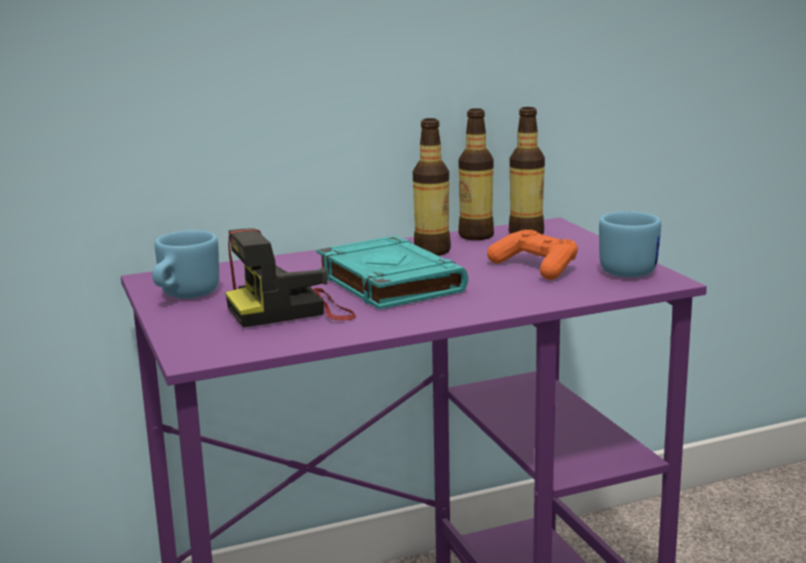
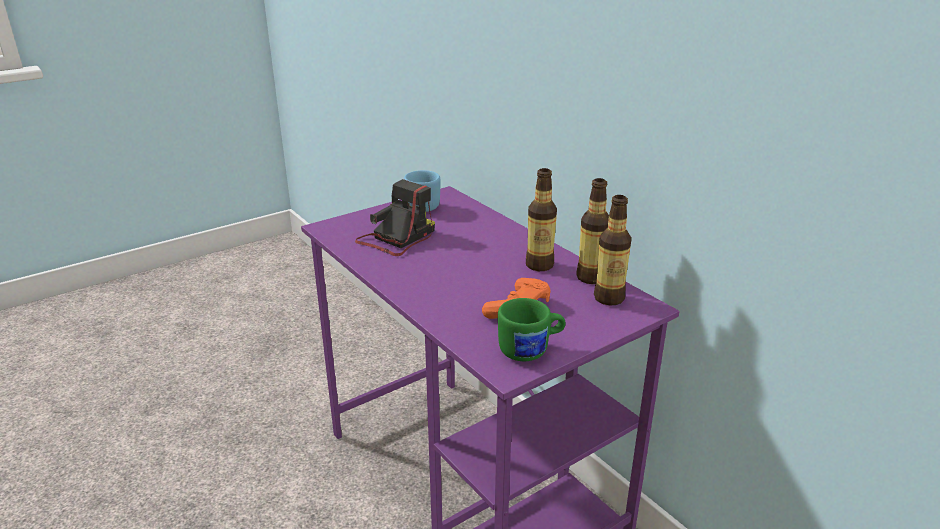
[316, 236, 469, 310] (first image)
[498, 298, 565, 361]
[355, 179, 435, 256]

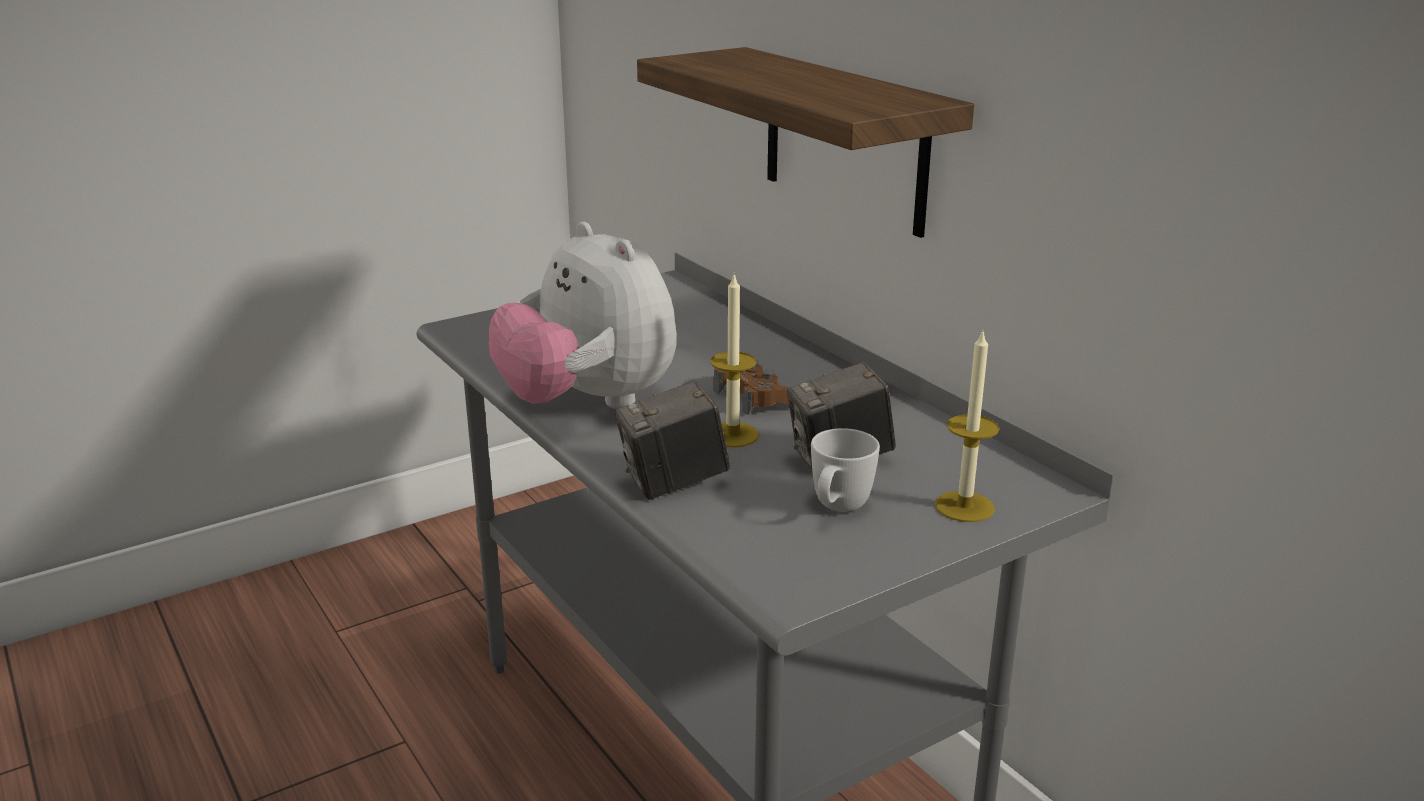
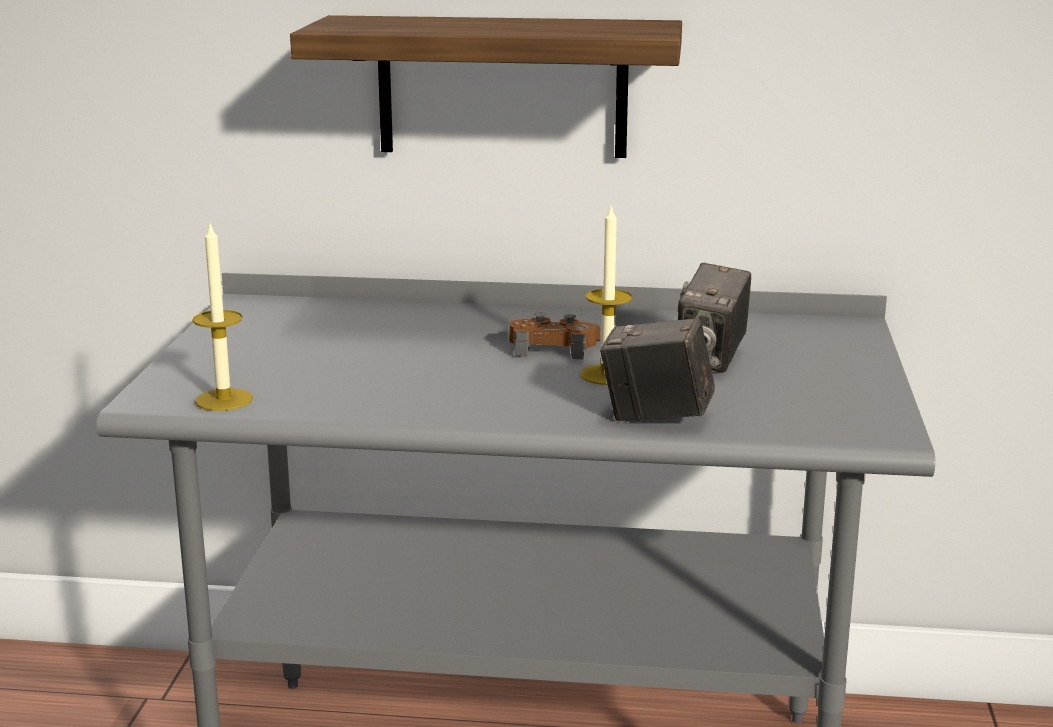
[489, 222, 677, 409] (first image)
[811, 428, 880, 512] (first image)
[193, 224, 253, 411]
[600, 318, 715, 421]

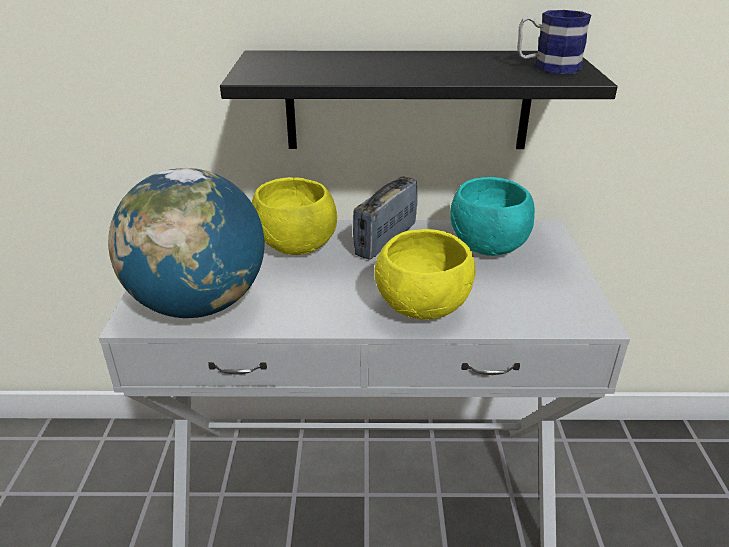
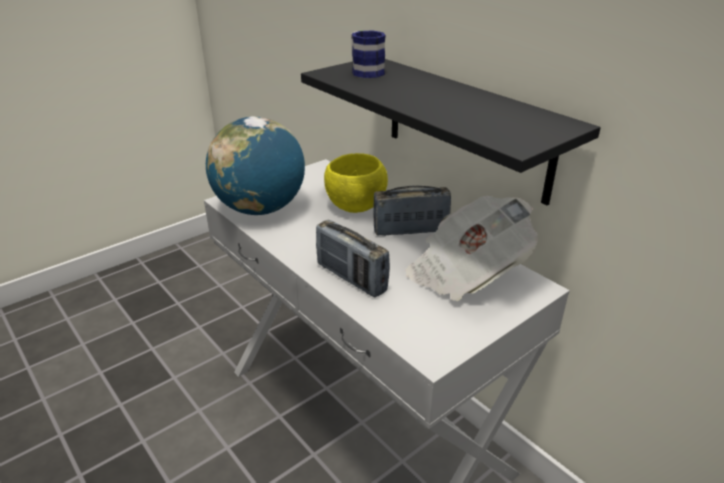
[351, 31, 386, 78]
[316, 220, 390, 297]
[406, 195, 538, 301]

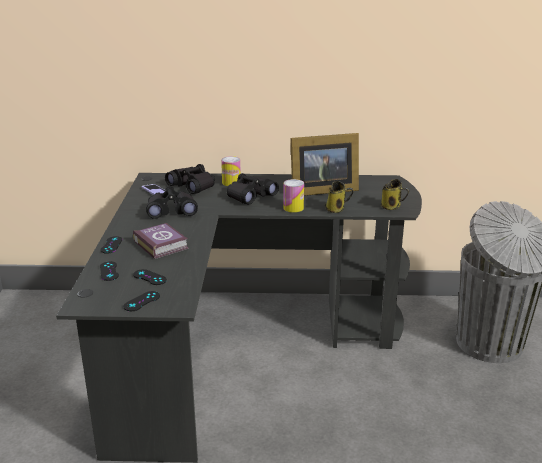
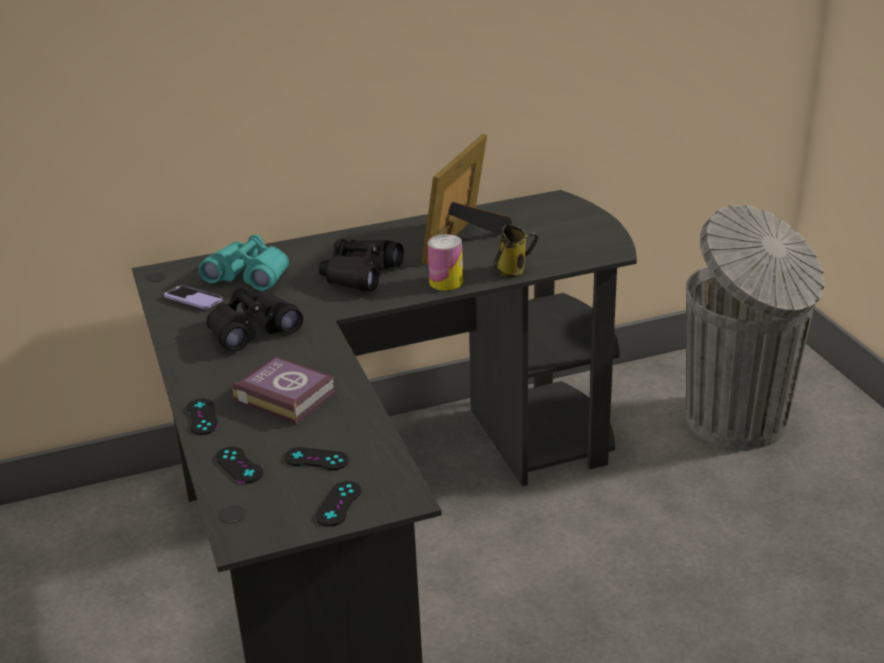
[221, 156, 241, 186] (first image)
[381, 179, 409, 210] (first image)
[199, 235, 289, 291]
[422, 134, 512, 265]

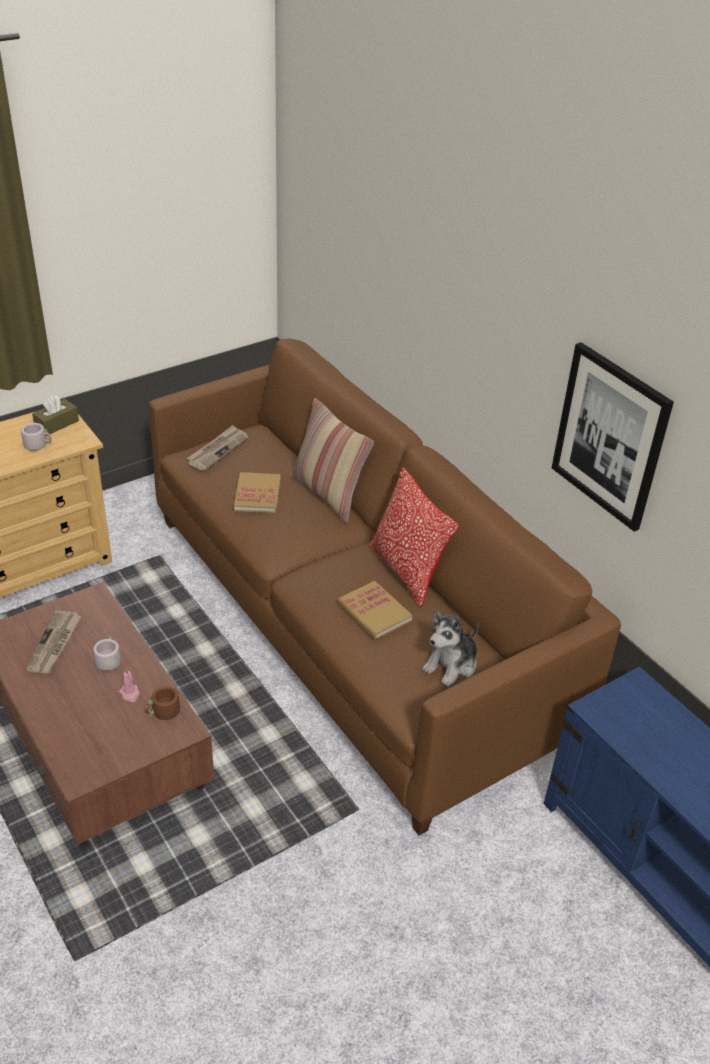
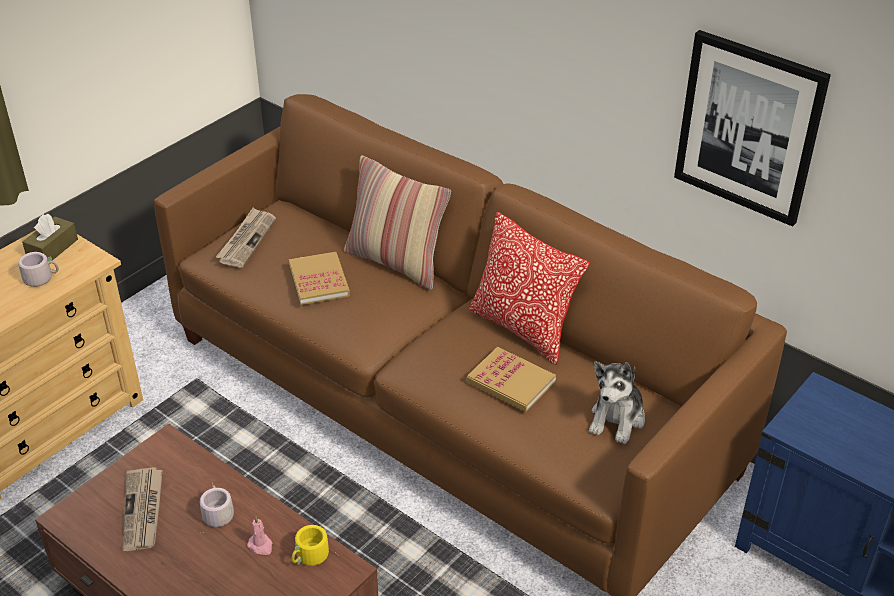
[292, 525, 338, 566]

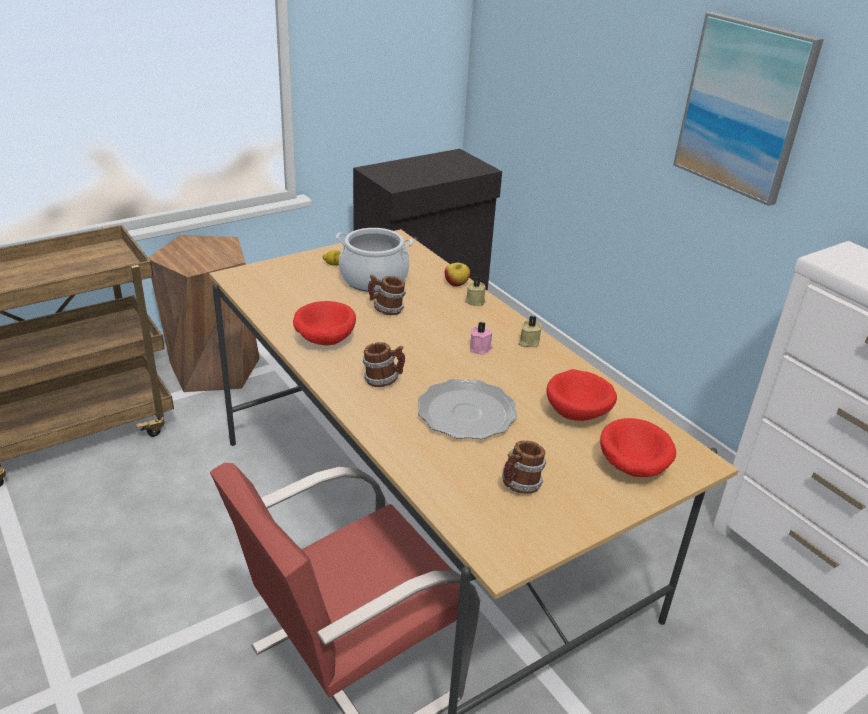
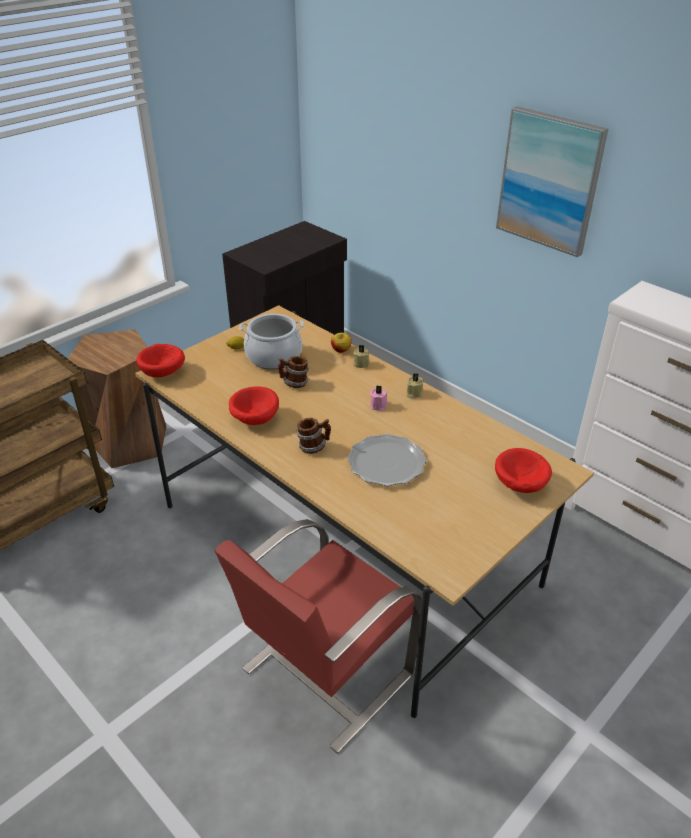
[502, 441, 546, 494] (first image)
[136, 344, 185, 377]

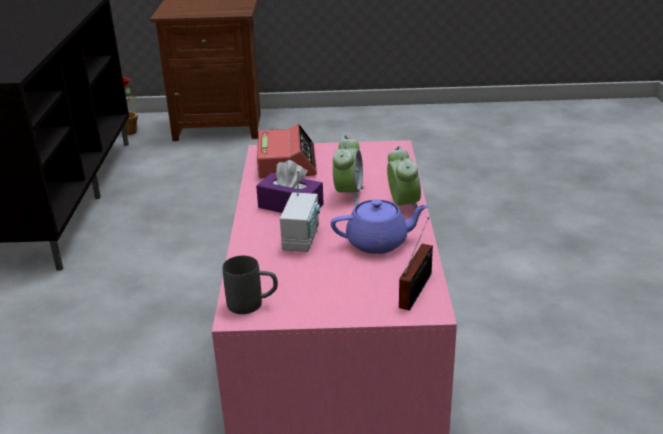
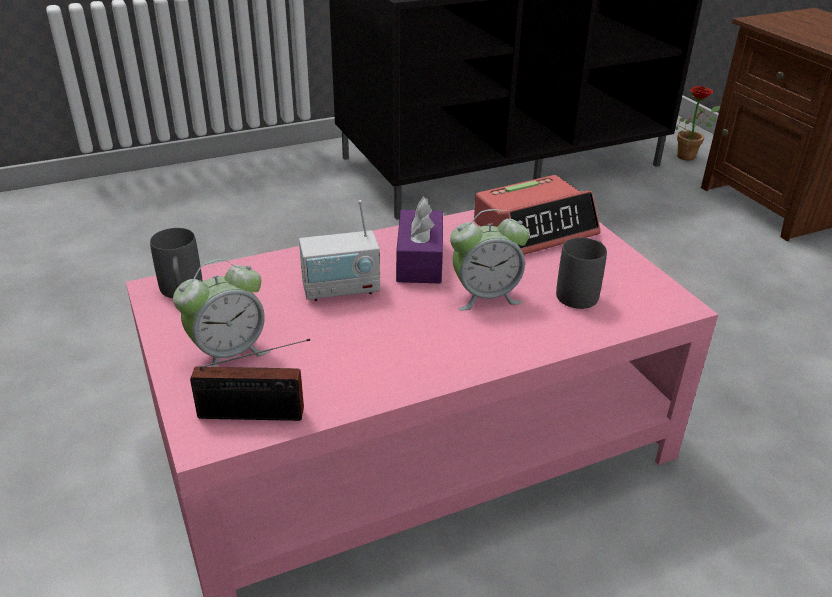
[331, 199, 429, 254] (first image)
[556, 238, 607, 309]
[173, 259, 270, 367]

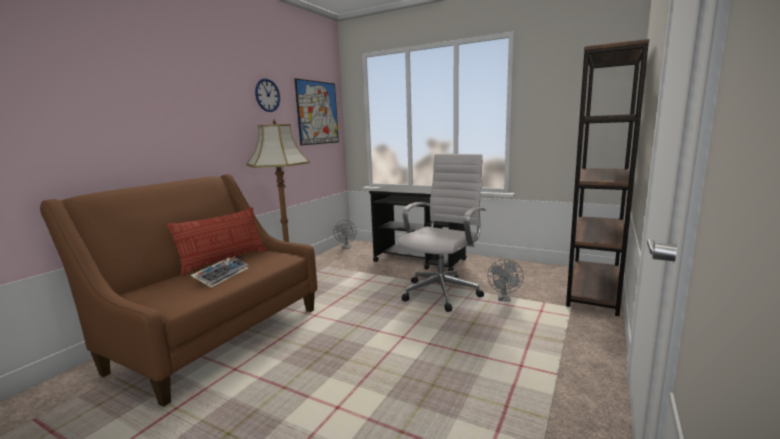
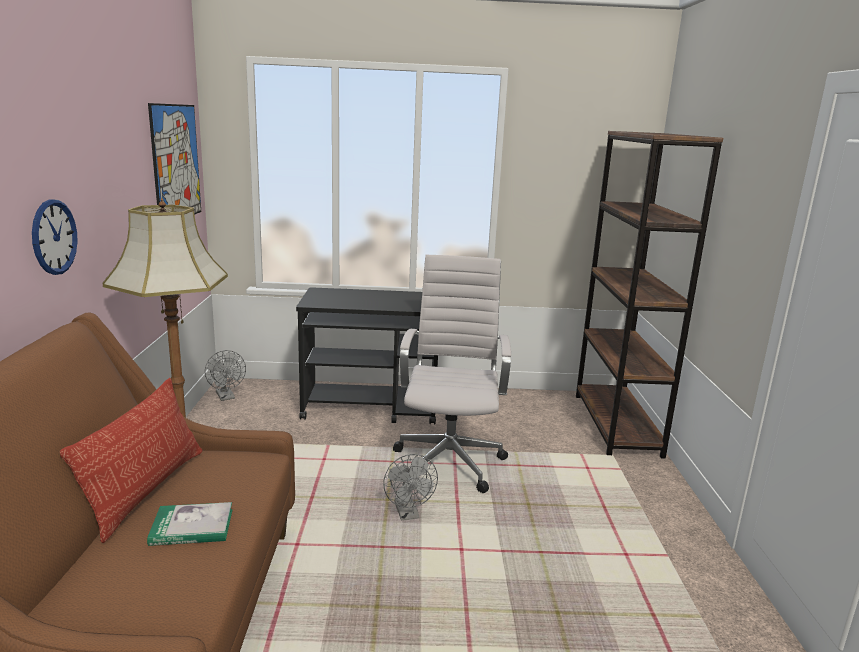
[32, 199, 78, 275]
[383, 454, 438, 520]
[147, 502, 233, 546]

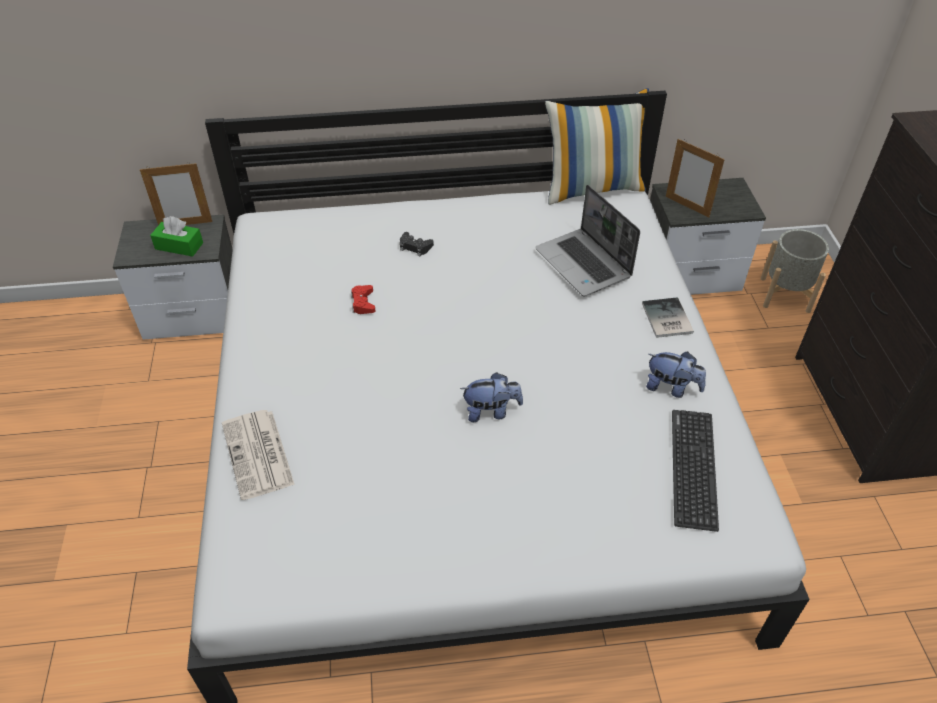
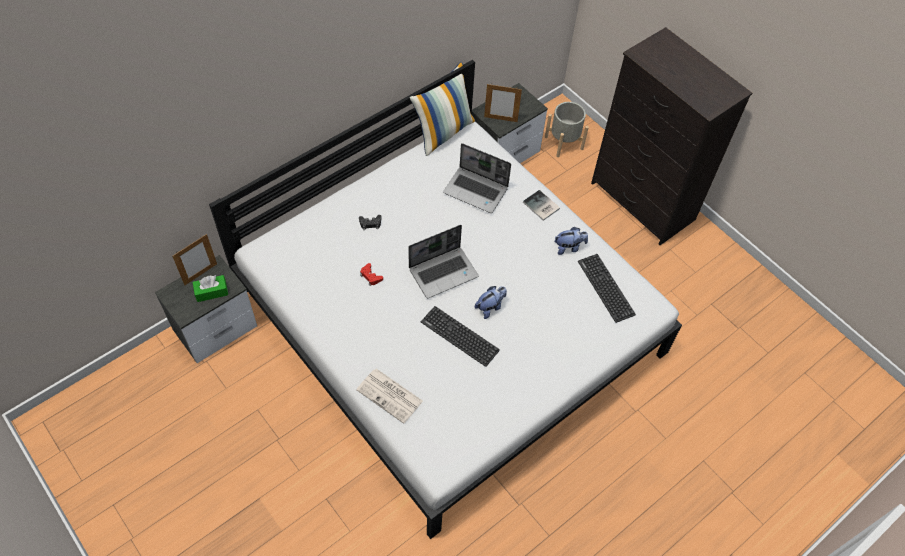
[408, 225, 478, 298]
[421, 306, 500, 367]

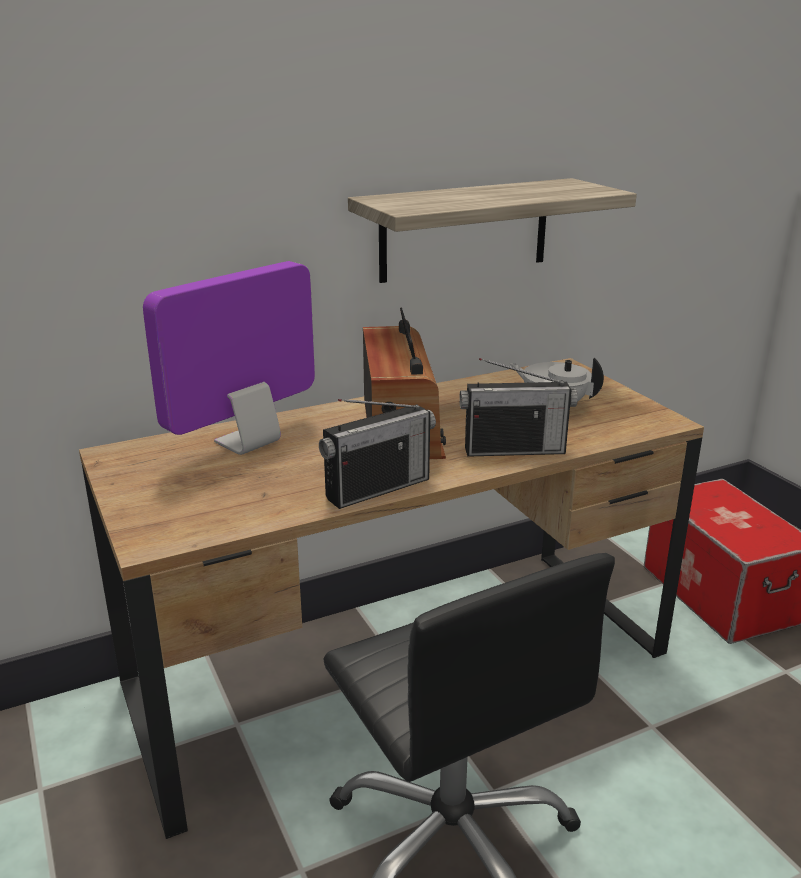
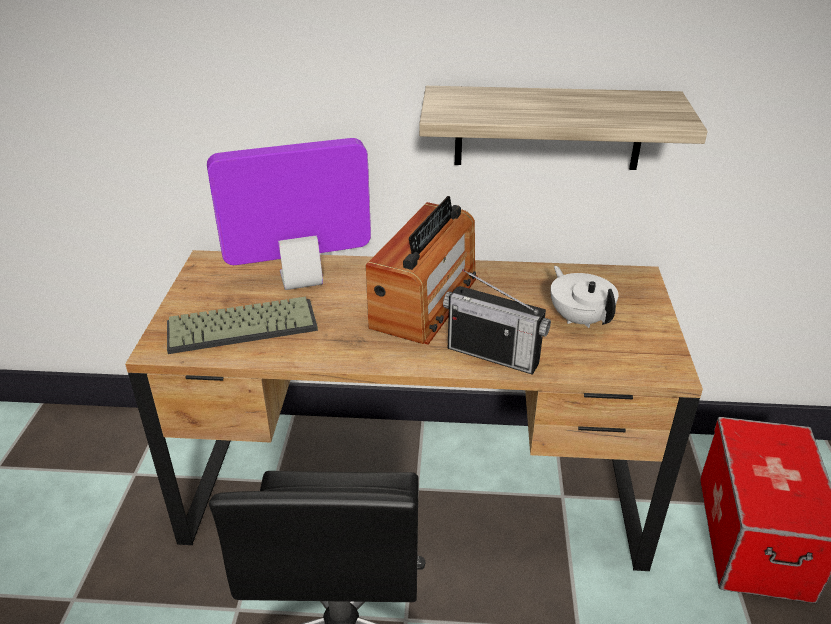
[319, 399, 436, 509] (first image)
[167, 297, 318, 354]

